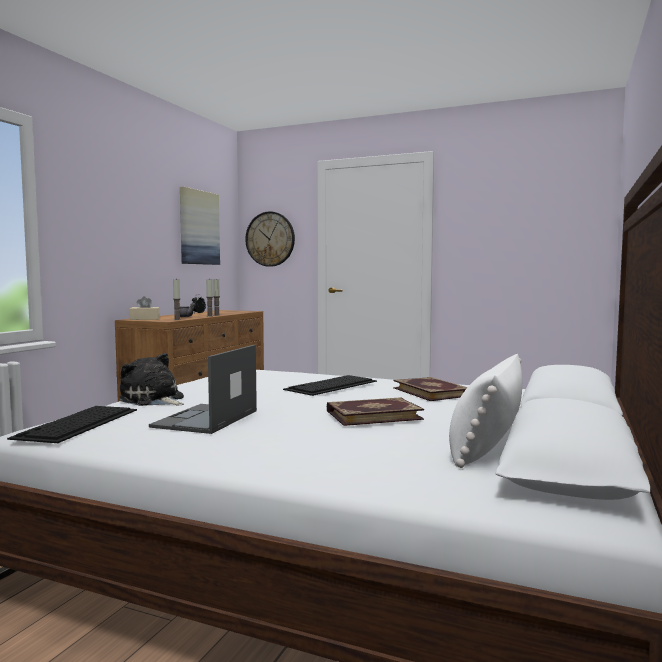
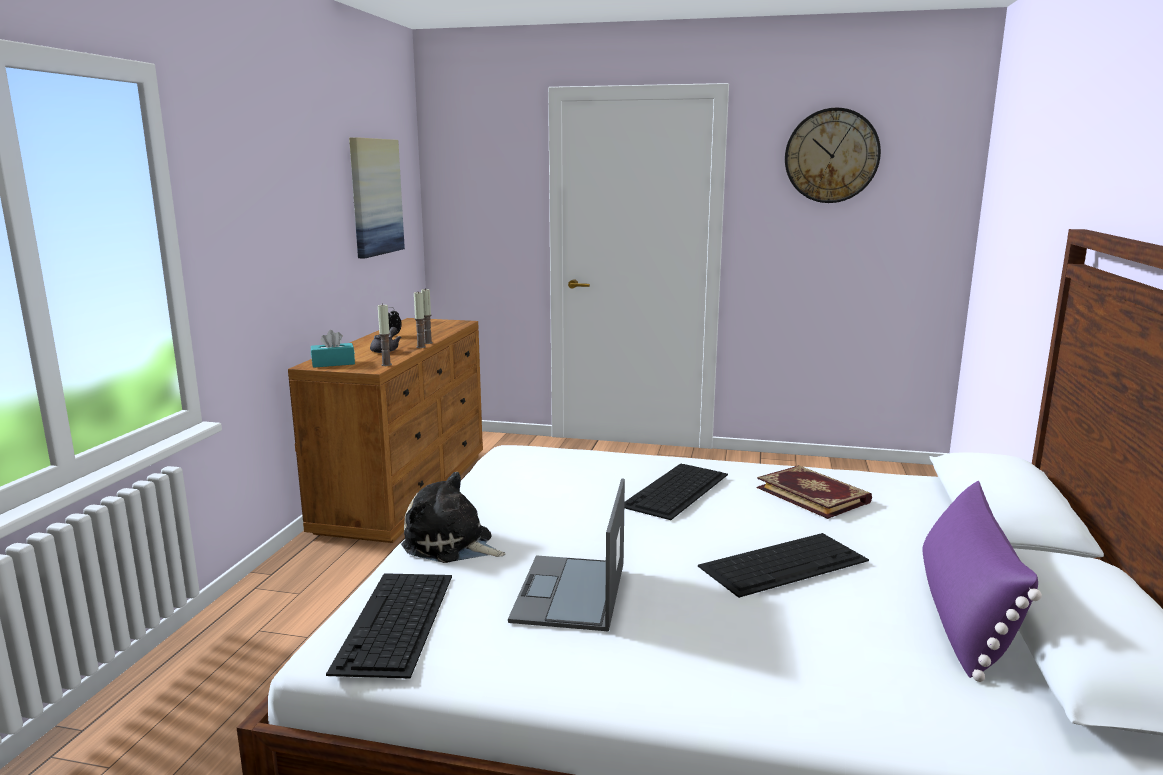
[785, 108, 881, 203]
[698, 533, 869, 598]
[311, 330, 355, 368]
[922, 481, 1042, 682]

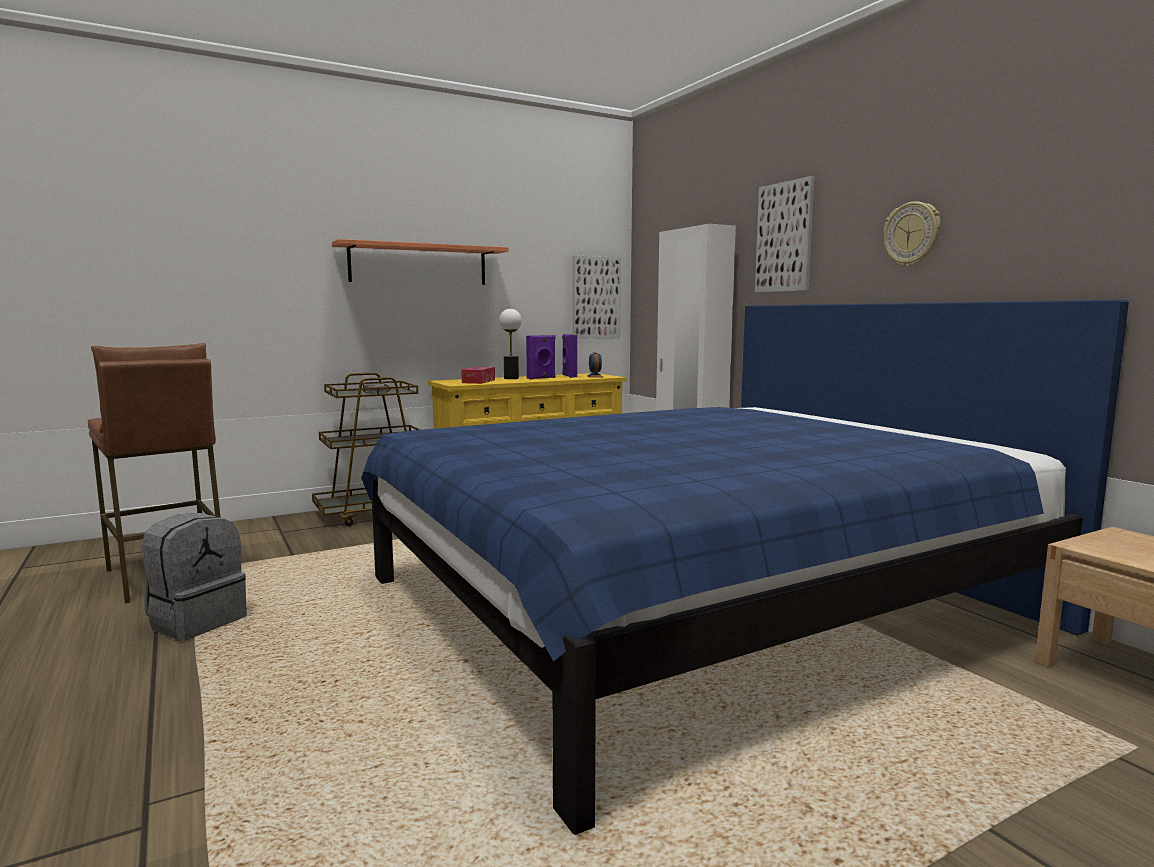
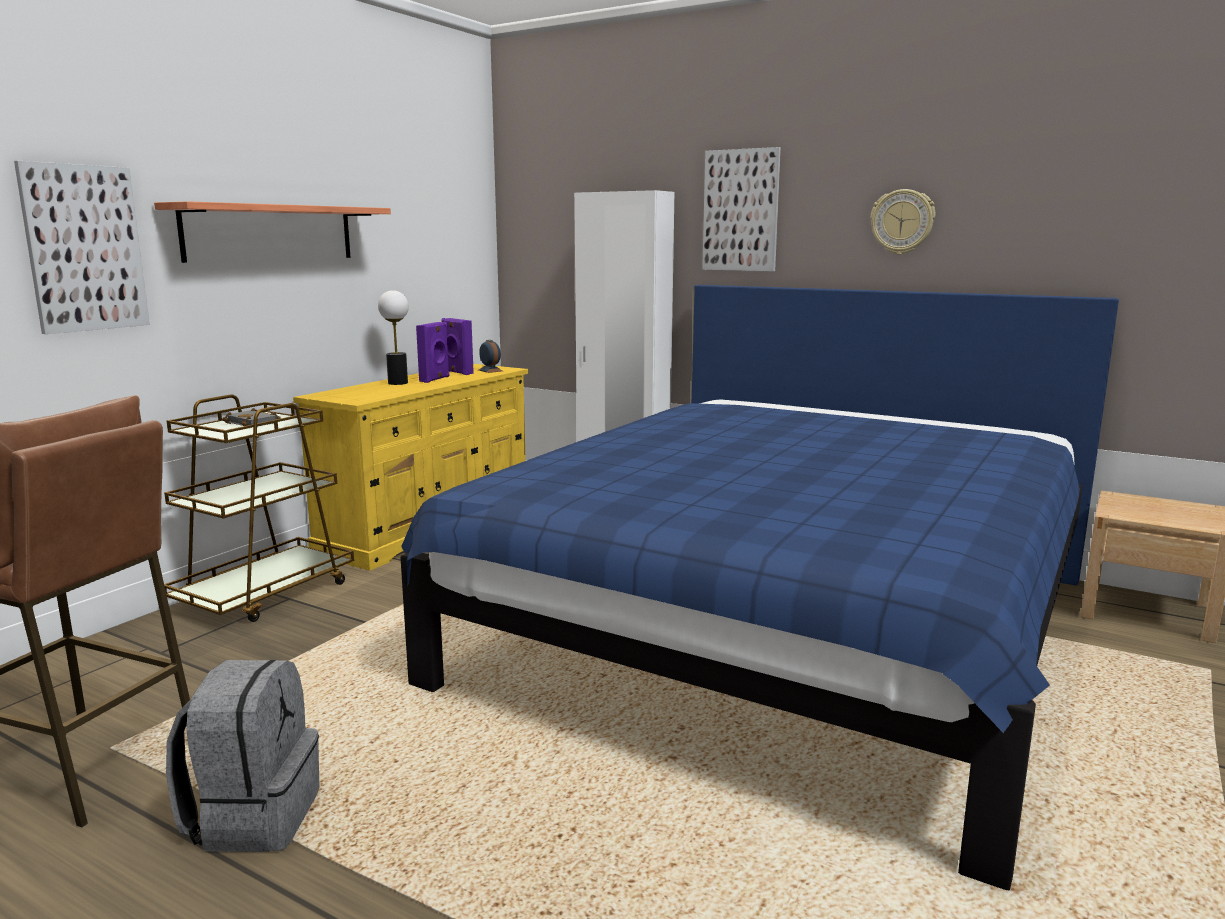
[461, 367, 495, 384] (first image)
[14, 161, 150, 334]

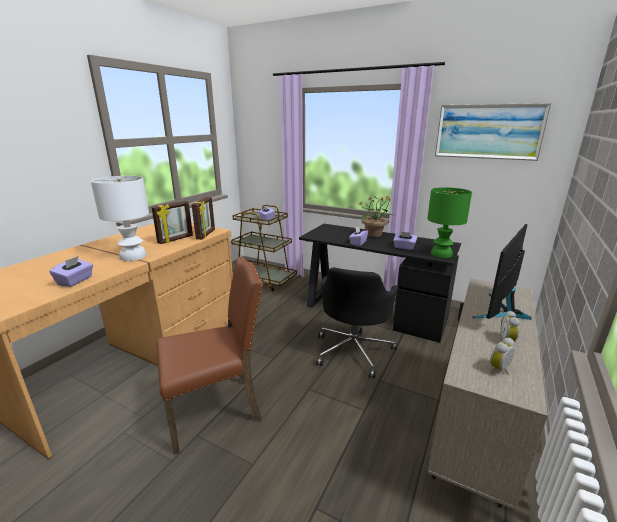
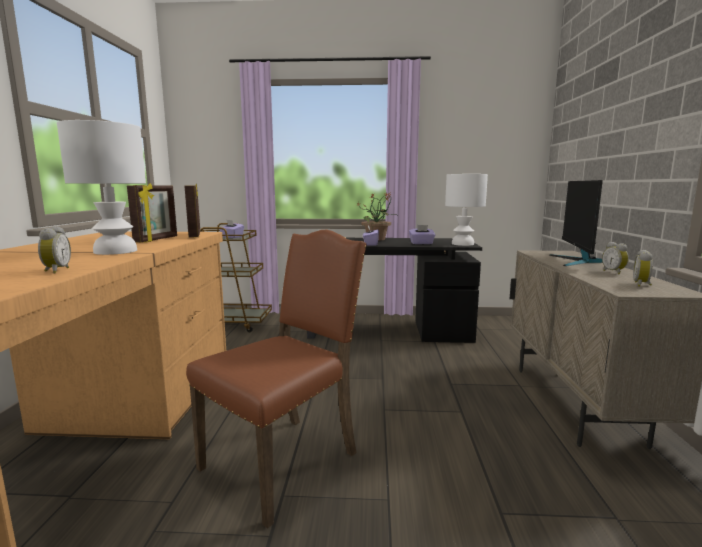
[316, 267, 399, 379] (first image)
[435, 103, 551, 161] (first image)
[38, 226, 71, 274]
[445, 174, 488, 246]

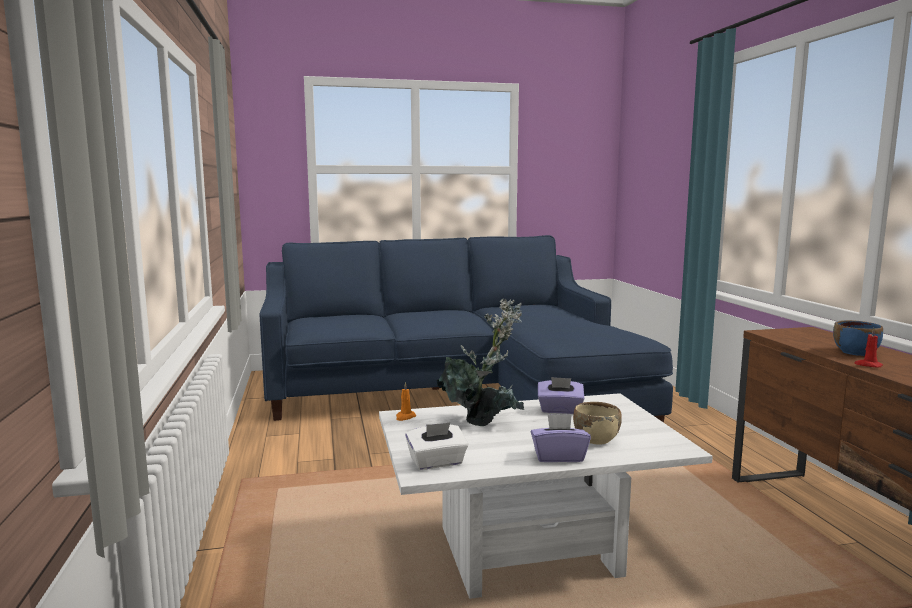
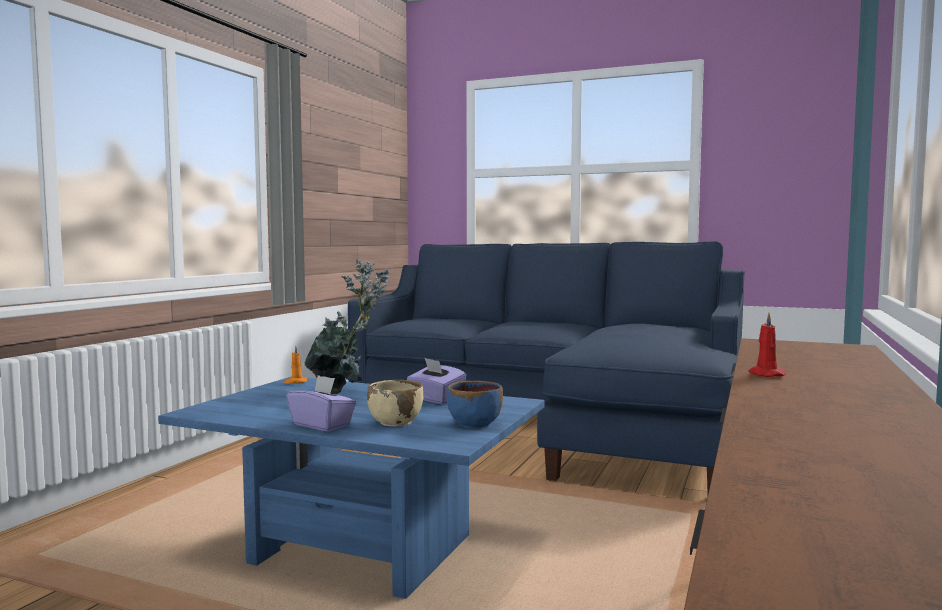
[405, 422, 468, 470] (first image)
[447, 381, 503, 428]
[158, 377, 545, 599]

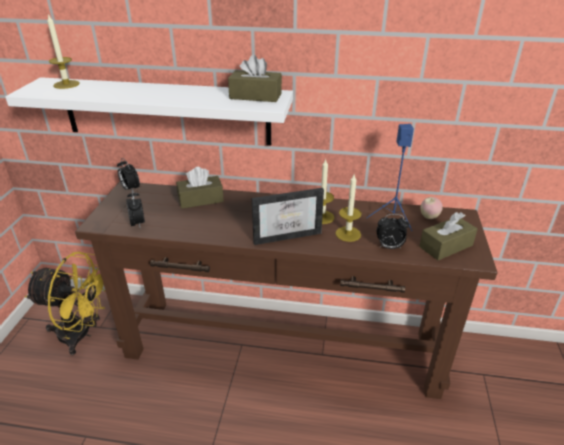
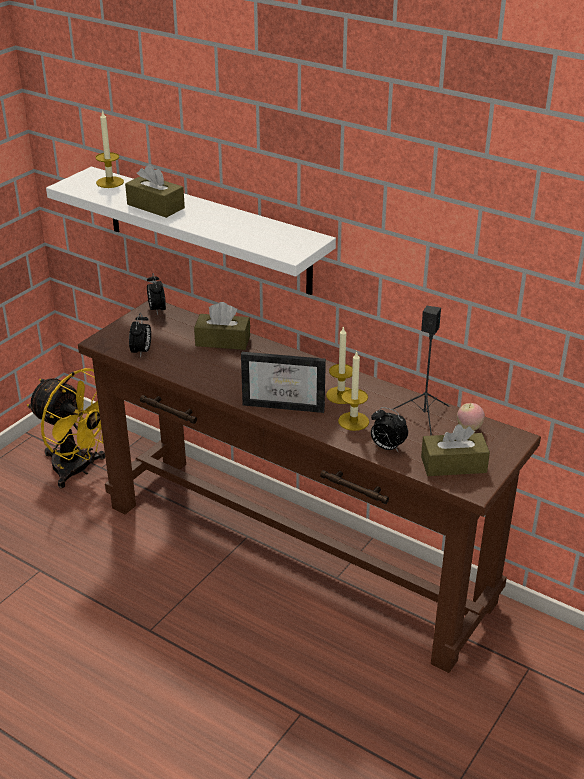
[125, 164, 185, 218]
[393, 306, 449, 436]

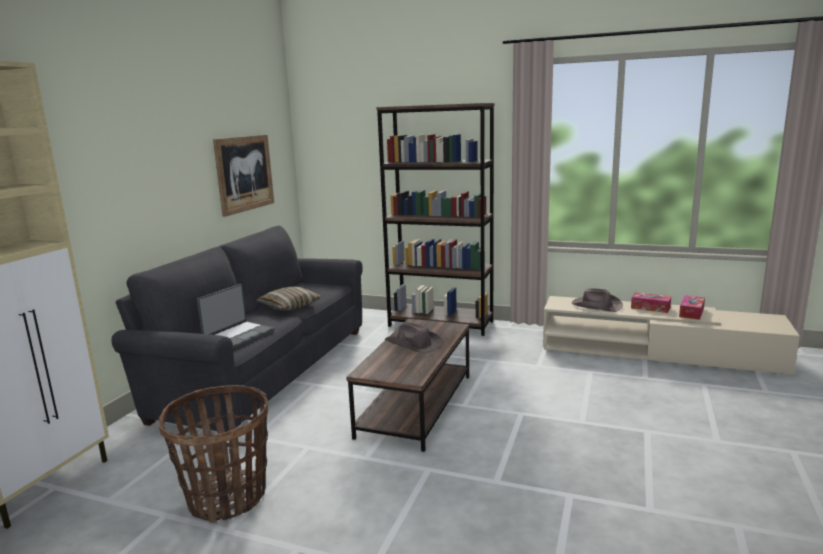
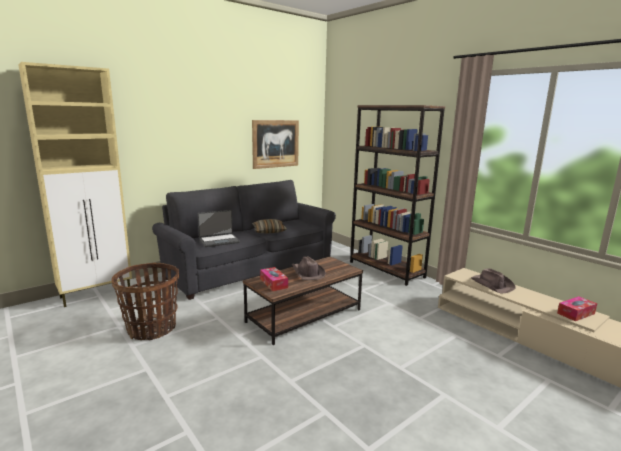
[260, 267, 288, 291]

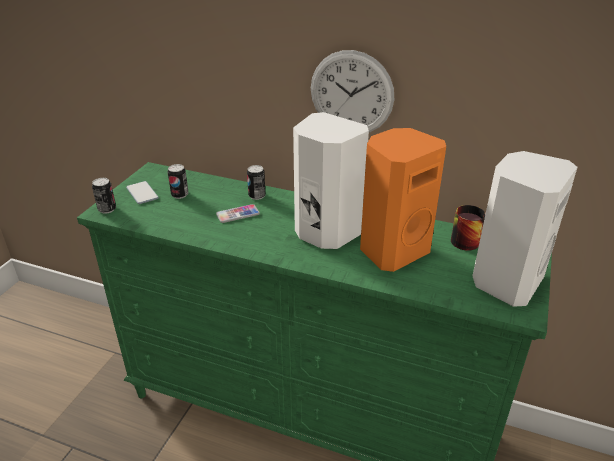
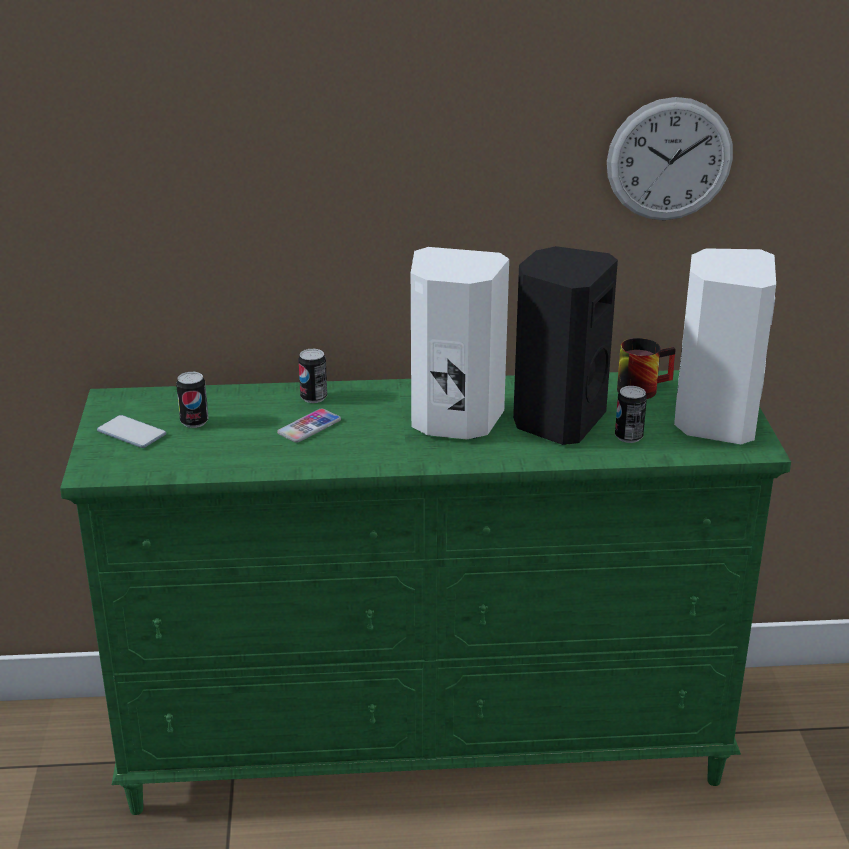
[615, 386, 647, 443]
[607, 97, 733, 220]
[513, 246, 618, 445]

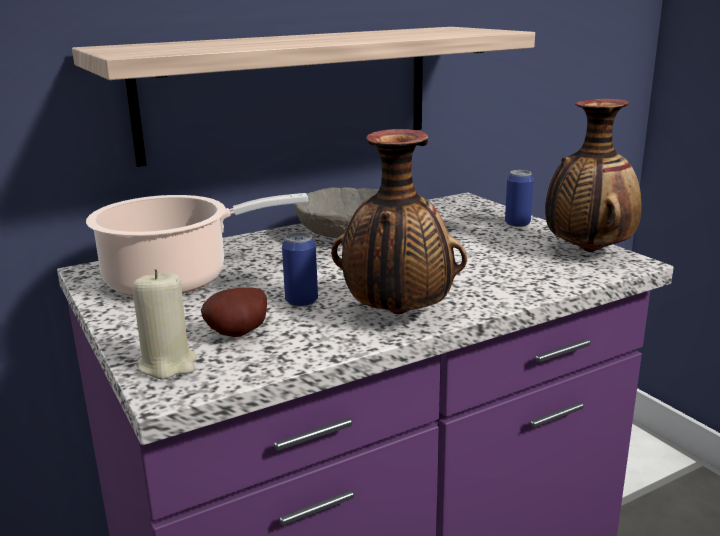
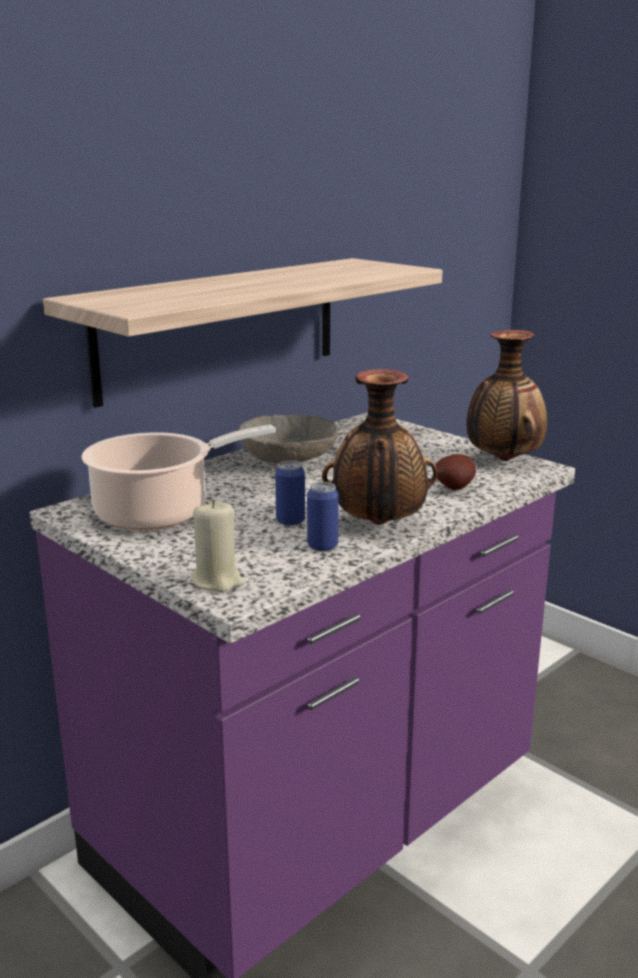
[435, 454, 476, 490]
[307, 482, 339, 551]

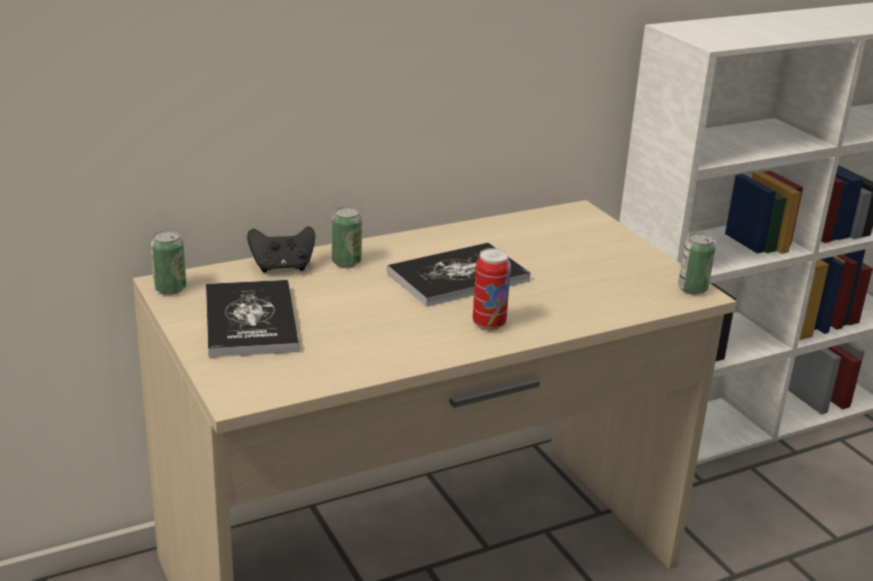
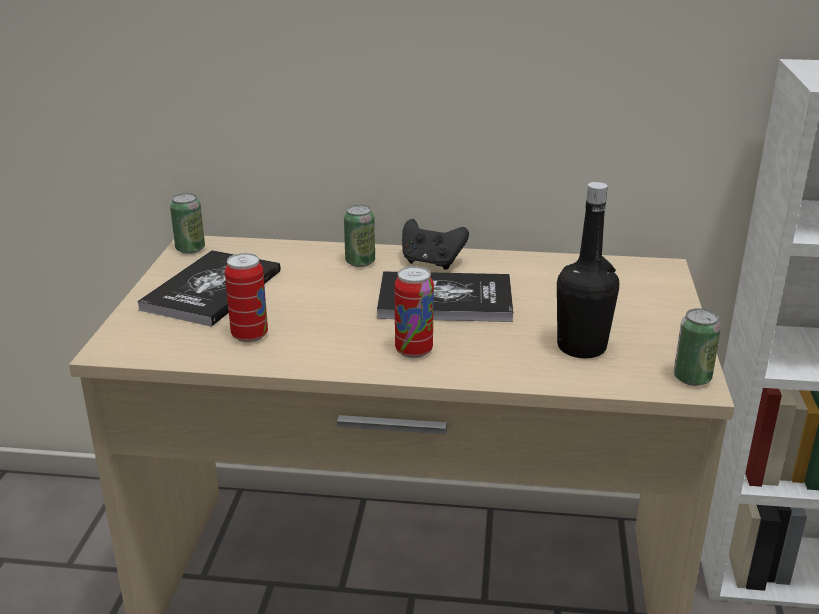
[225, 253, 268, 343]
[557, 182, 619, 358]
[402, 219, 469, 270]

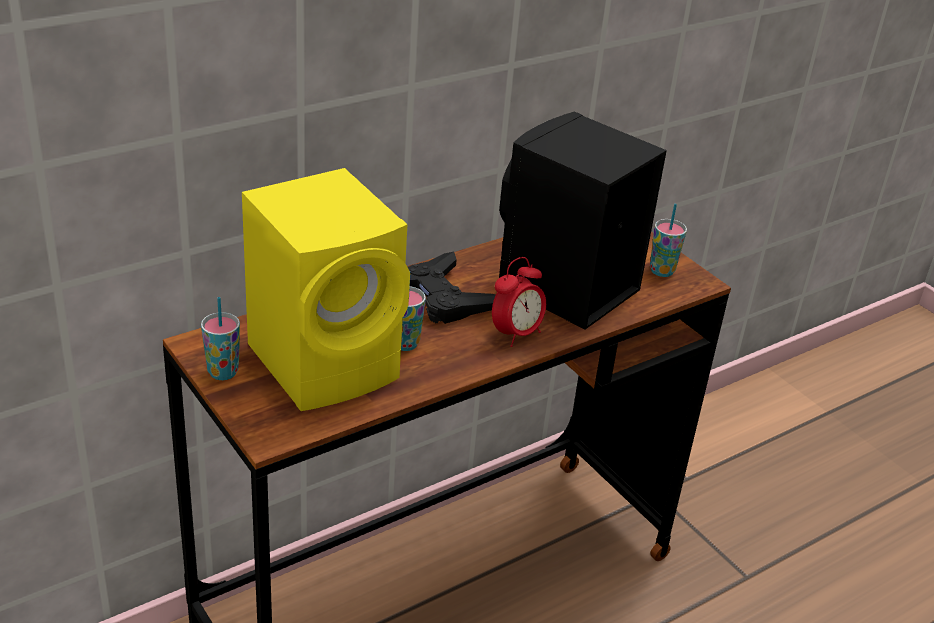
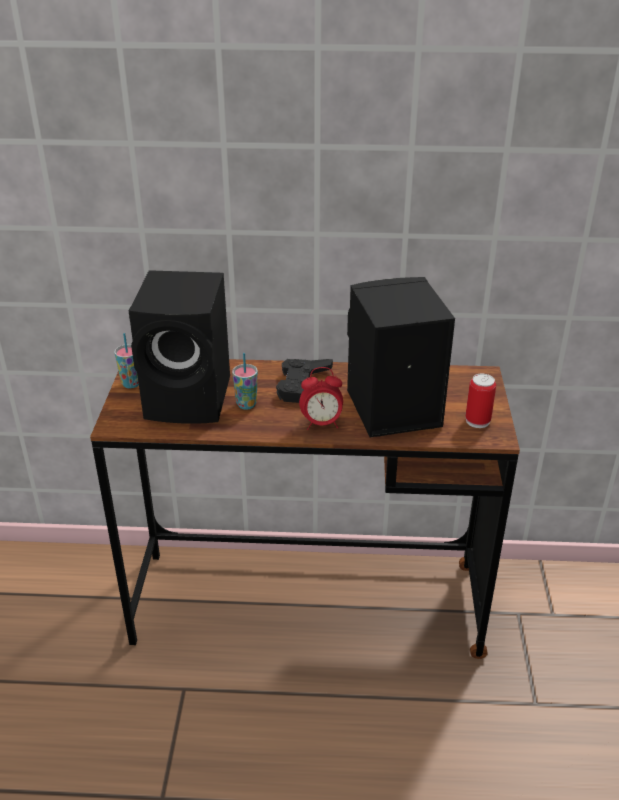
[465, 374, 496, 428]
[128, 270, 230, 424]

